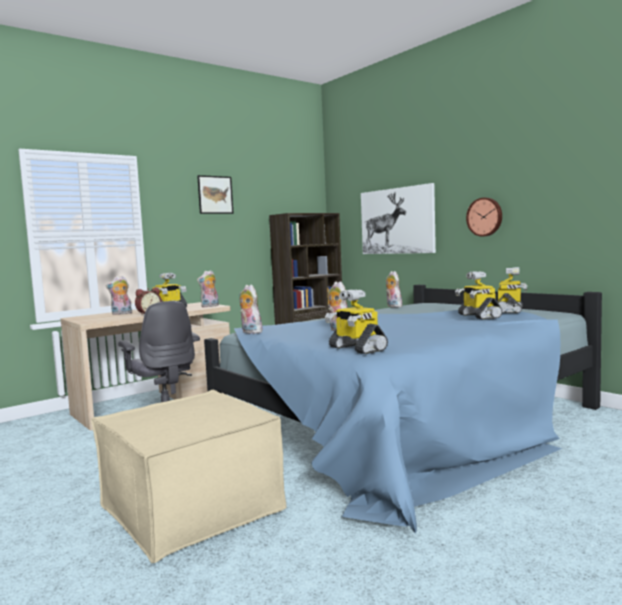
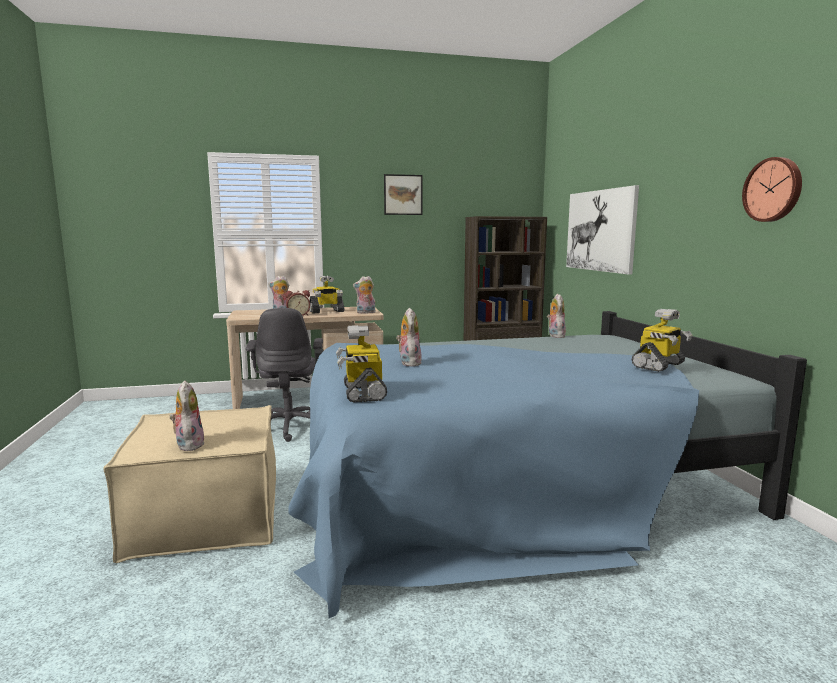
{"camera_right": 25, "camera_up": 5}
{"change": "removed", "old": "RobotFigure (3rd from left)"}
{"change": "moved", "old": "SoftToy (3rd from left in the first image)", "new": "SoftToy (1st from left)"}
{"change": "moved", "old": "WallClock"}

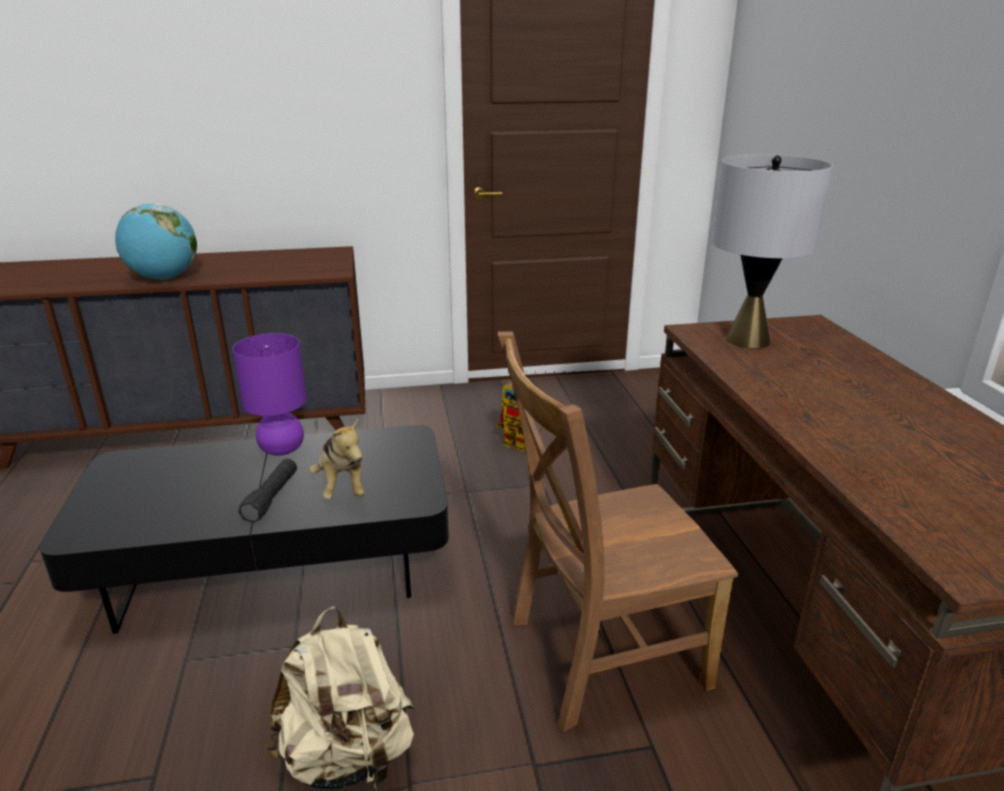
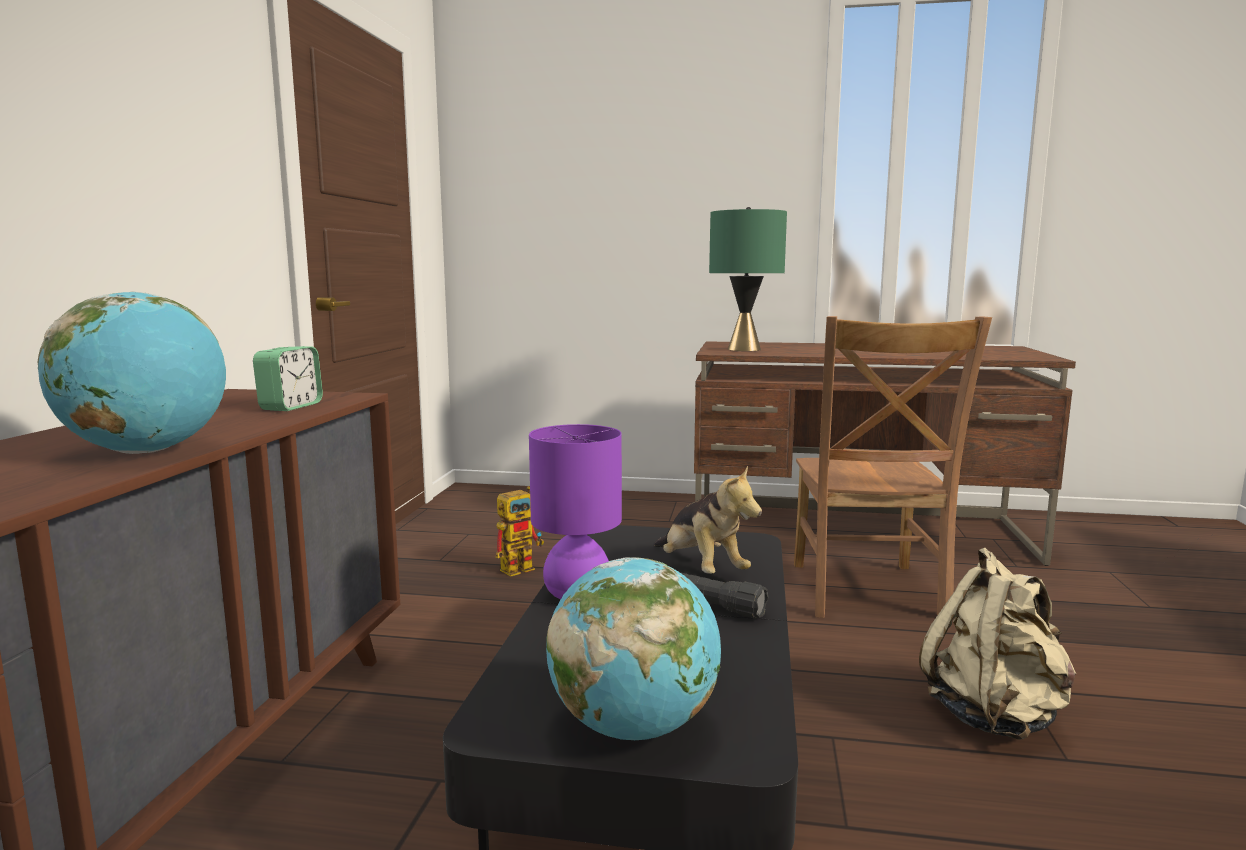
{"camera_right": -70, "camera_up": -15}
{"change": "added", "new": "BedsideClock"}
{"change": "added", "new": "WorldGlobe (2nd from left)"}
{"change": "recoloured", "old": "GreyTabletopLamp", "new": "GreenTabletopLamp"}
{"change": "turned", "old": "SoftToy", "degrees": 60}

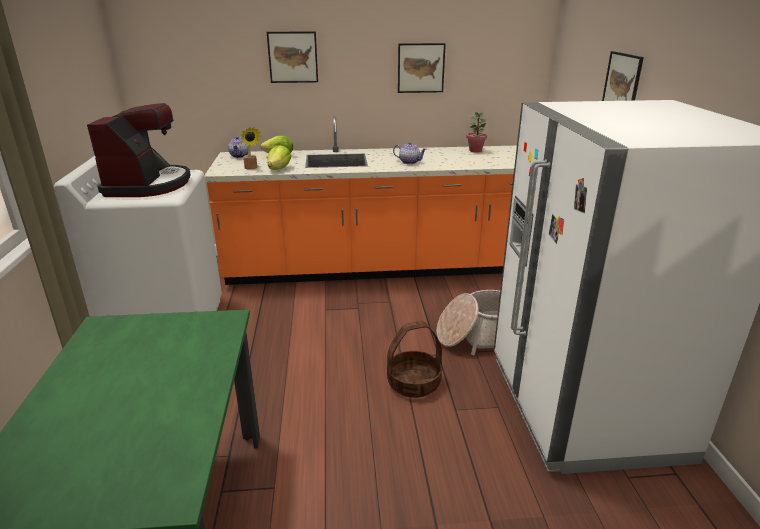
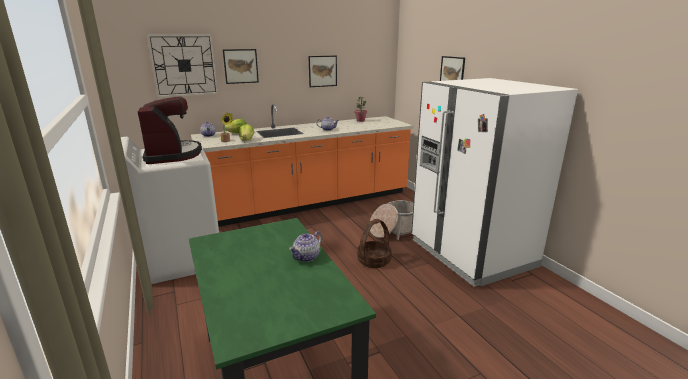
{"camera_right": -20, "camera_up": -5}
{"change": "added", "new": "WallClock"}
{"change": "added", "new": "TeaPot (2nd from left)"}

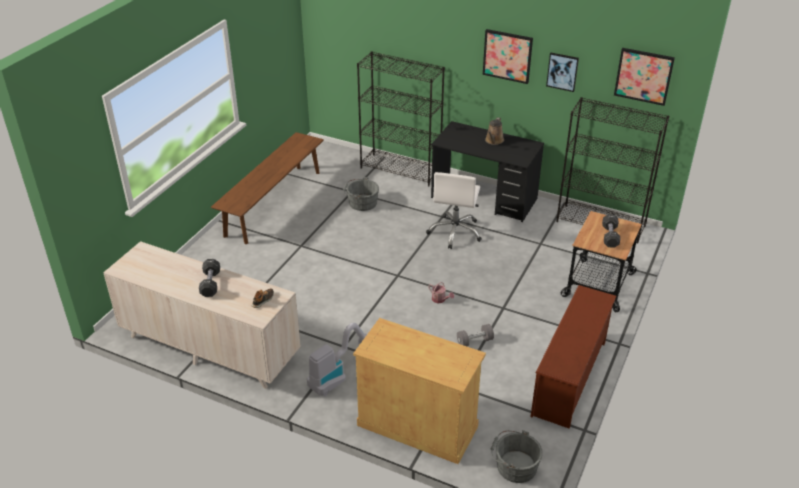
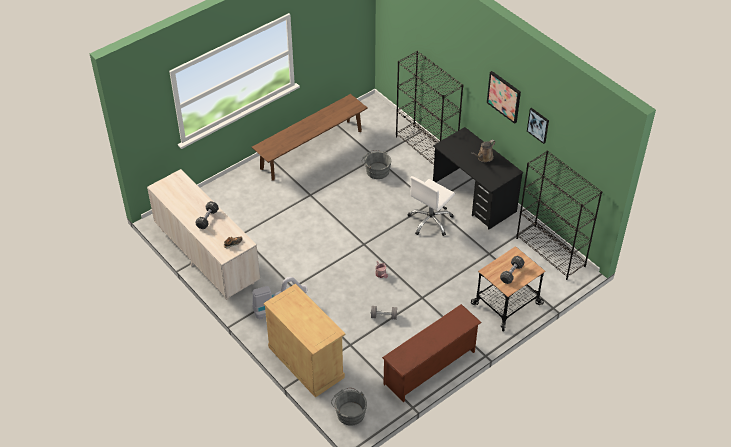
{"camera_right": 25, "camera_up": 10}
{"change": "removed", "old": "Picture (3rd from left)"}

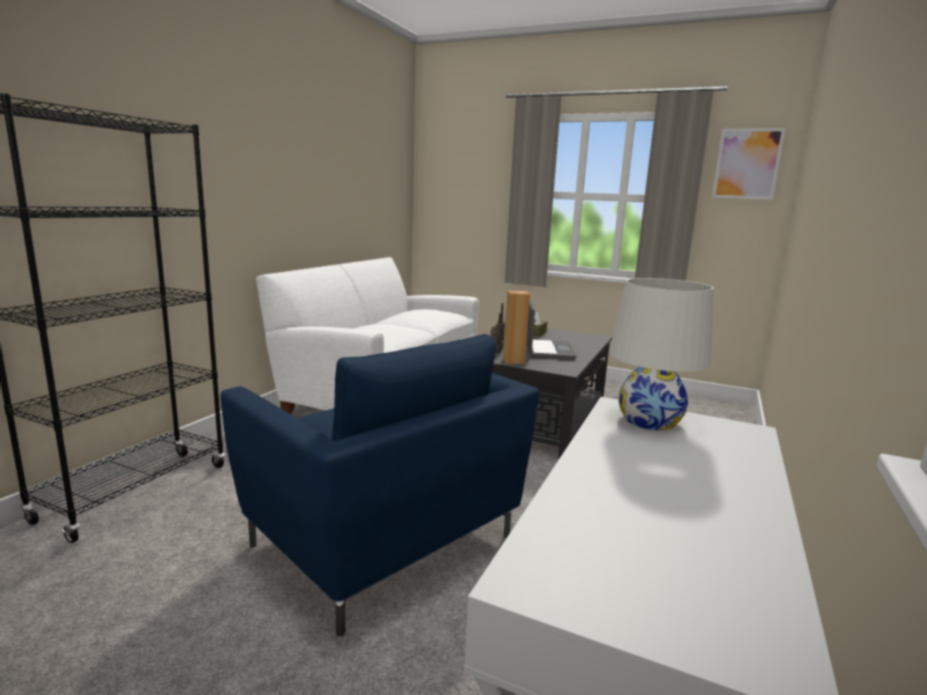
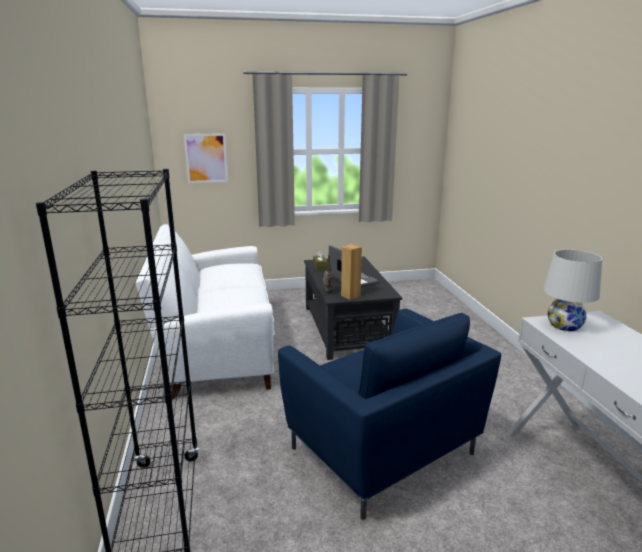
{"camera_right": -35, "camera_up": 5}
{"change": "moved", "old": "Picture"}
{"change": "turned", "old": "BlueColouredArmchair", "degrees": 45}

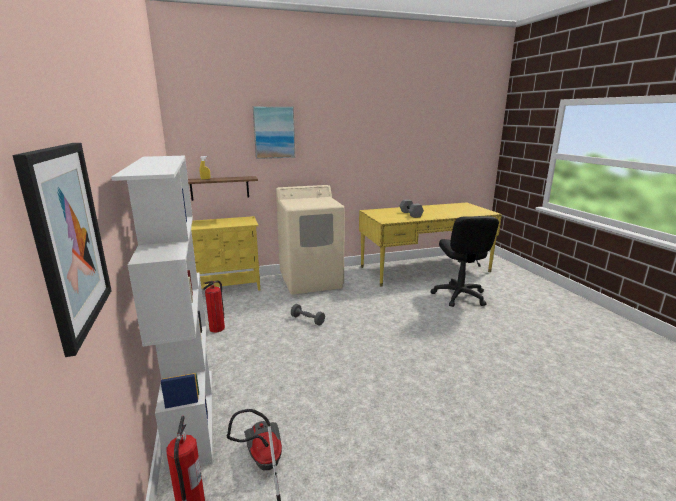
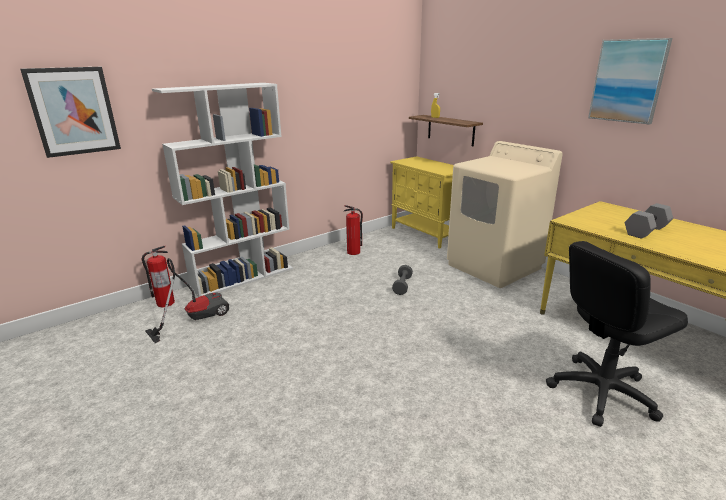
{"camera_right": 70, "camera_up": 5}
{"change": "moved", "old": "Picture (2nd from left)"}

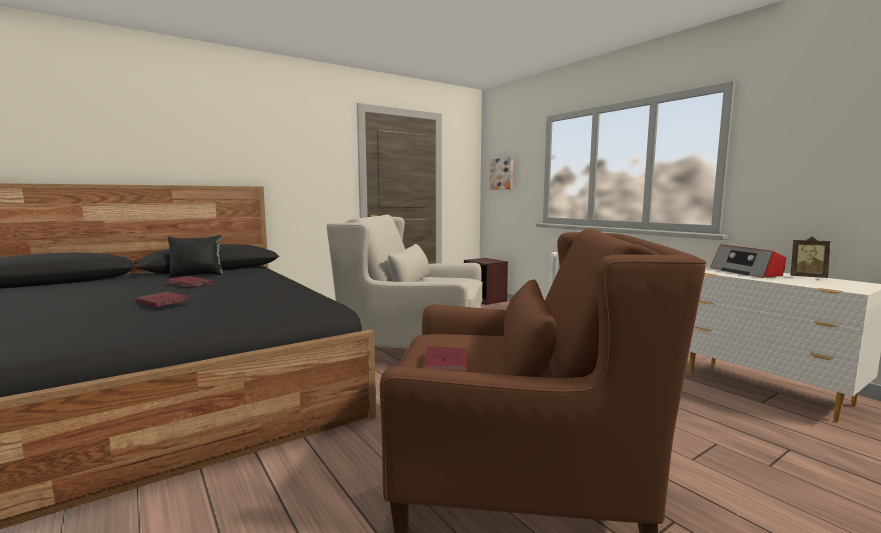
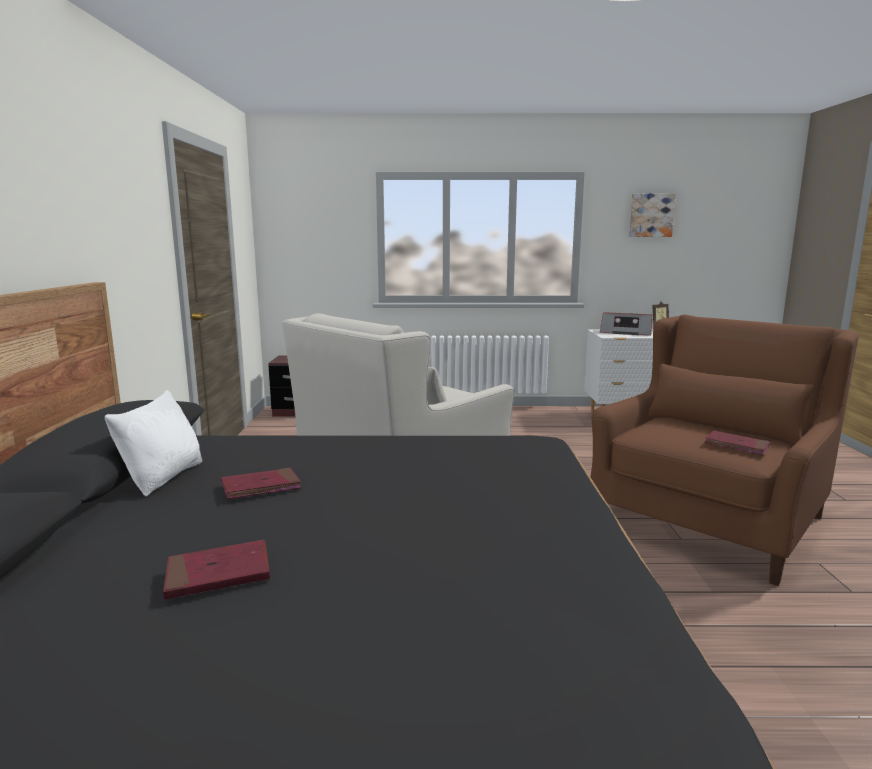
{"camera_right": -55, "camera_up": 5}
{"change": "moved", "old": "RedVolume (1st from left)"}
{"change": "moved", "old": "Picture"}
{"change": "recoloured", "old": "BlackColouredThrowPillow", "new": "WhiteColouredThrowPillow"}

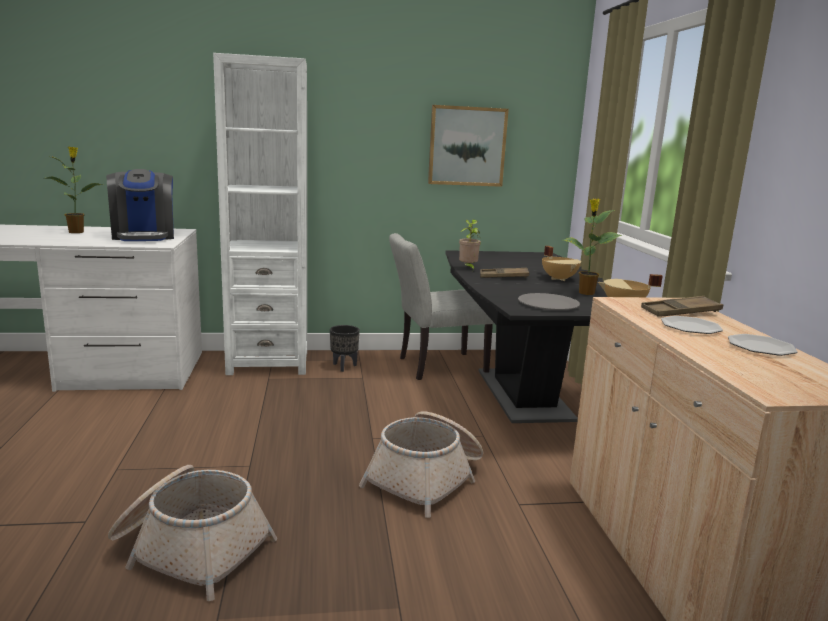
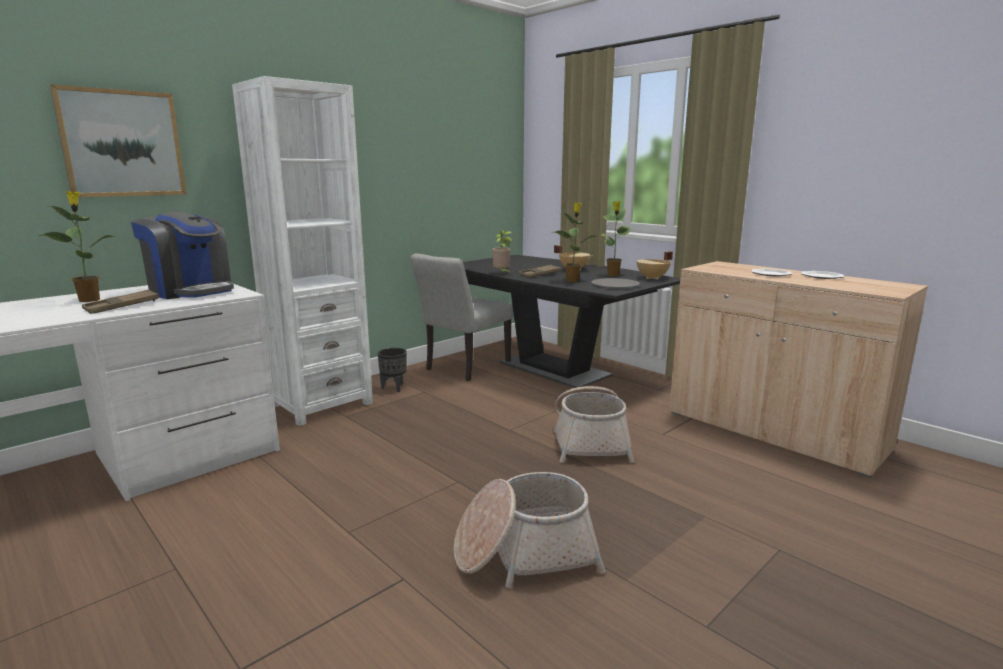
{"camera_right": -35, "camera_up": 0}
{"change": "added", "new": "PlantInAPot (3rd from left)"}
{"change": "moved", "old": "Picture"}
{"change": "moved", "old": "BrownServingTray (2nd from left in the first image)", "new": "BrownServingTray (1st from left)"}

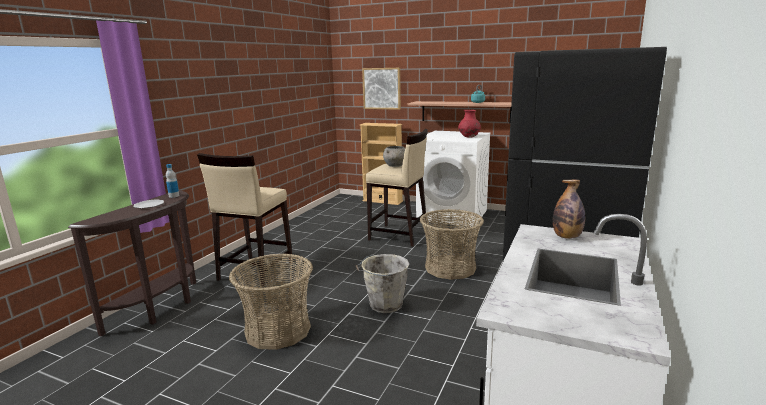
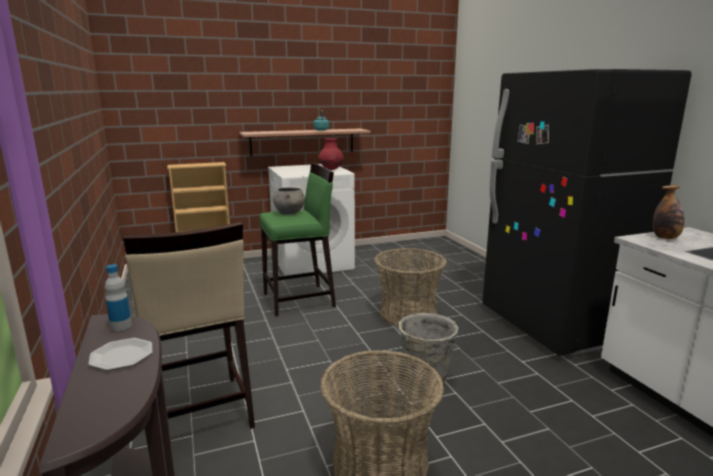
{"camera_right": -45, "camera_up": 0}
{"change": "removed", "old": "Picture"}
{"change": "recoloured", "old": "BeigeColouredSittingStool (2nd from left)", "new": "GreenSittingStool"}

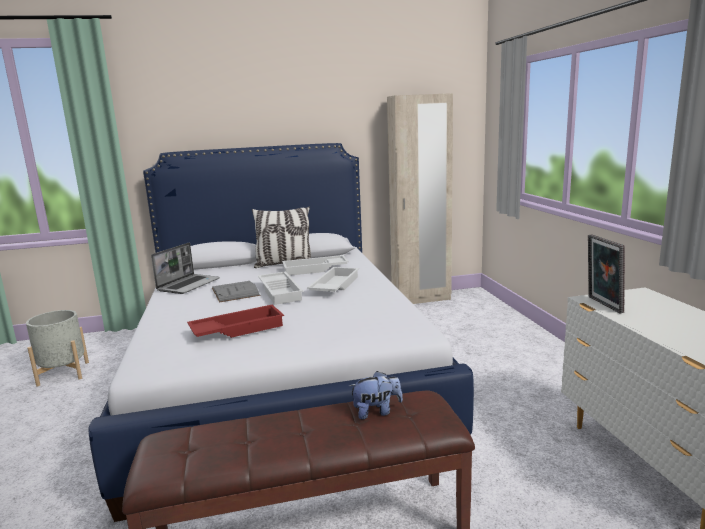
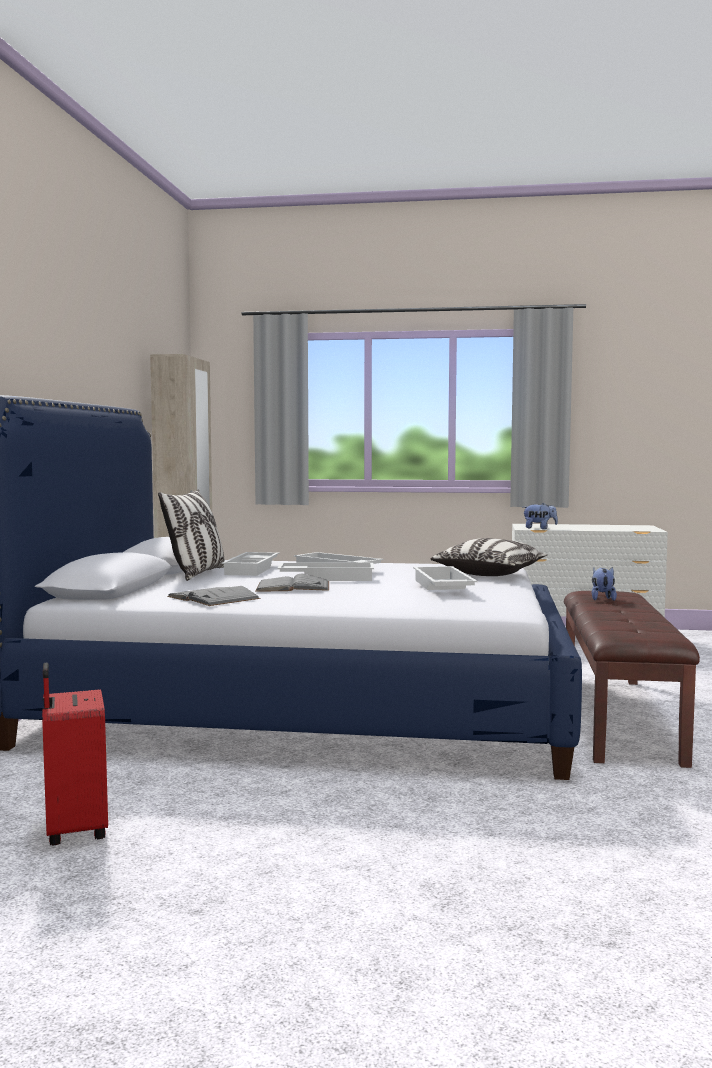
{"camera_right": -70, "camera_up": -10}
{"change": "added", "new": "ThrowPillow (2nd from left)"}
{"change": "replaced", "old": "GreyPlantPot", "new": "RedPieceOfLuggage"}
{"change": "replaced", "old": "PortableComputer", "new": "GreyVolume (1st from left)"}
{"change": "replaced", "old": "PictureFrame", "new": "SoftToy (1st from left)"}
{"change": "recoloured", "old": "RedServingTray", "new": "WhiteColouredServingTray (4th from left)"}

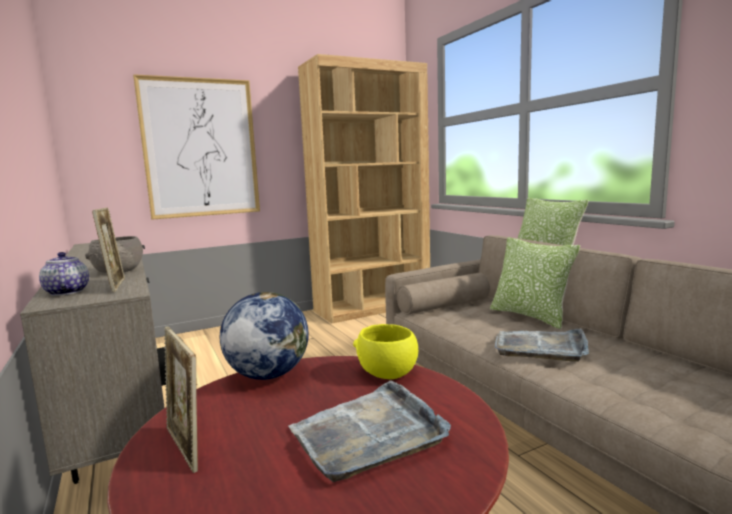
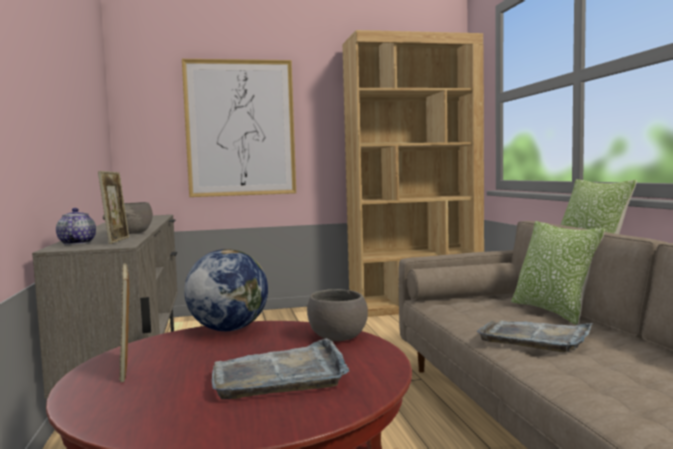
{"camera_right": 15, "camera_up": -5}
{"change": "recoloured", "old": "YellowColouredBowl", "new": "GreyBowl (2nd from left)"}

